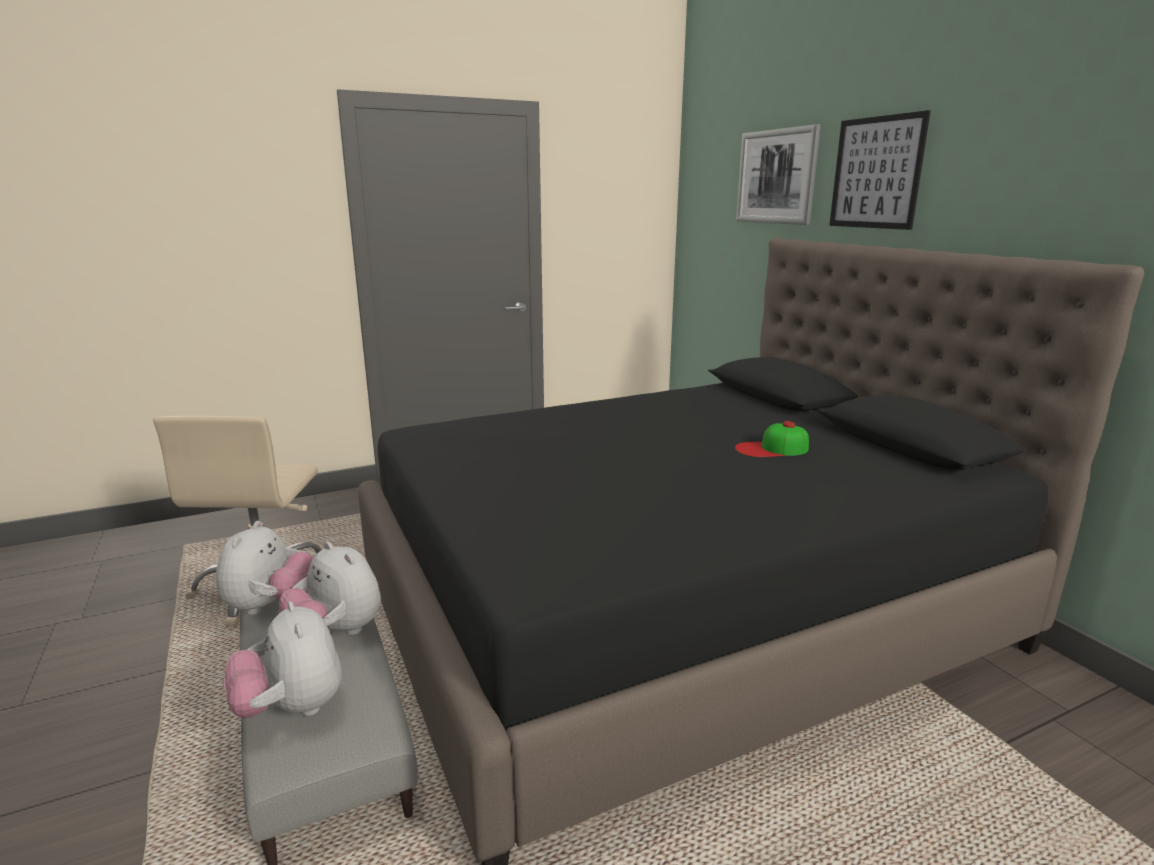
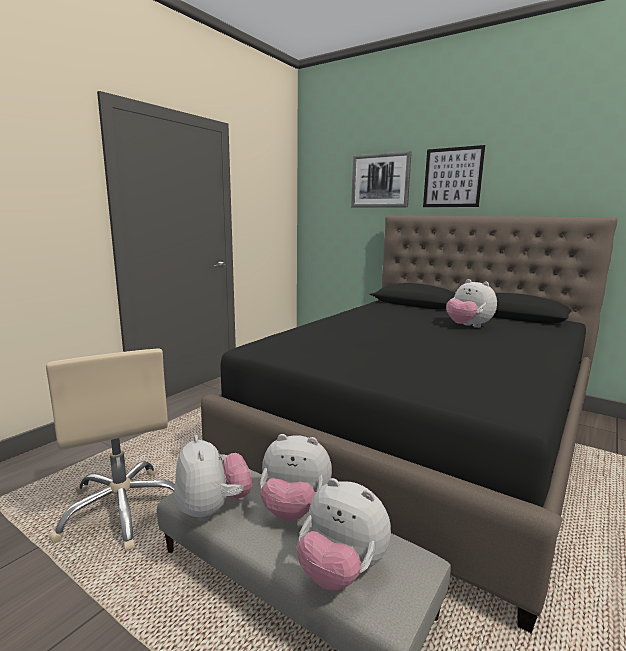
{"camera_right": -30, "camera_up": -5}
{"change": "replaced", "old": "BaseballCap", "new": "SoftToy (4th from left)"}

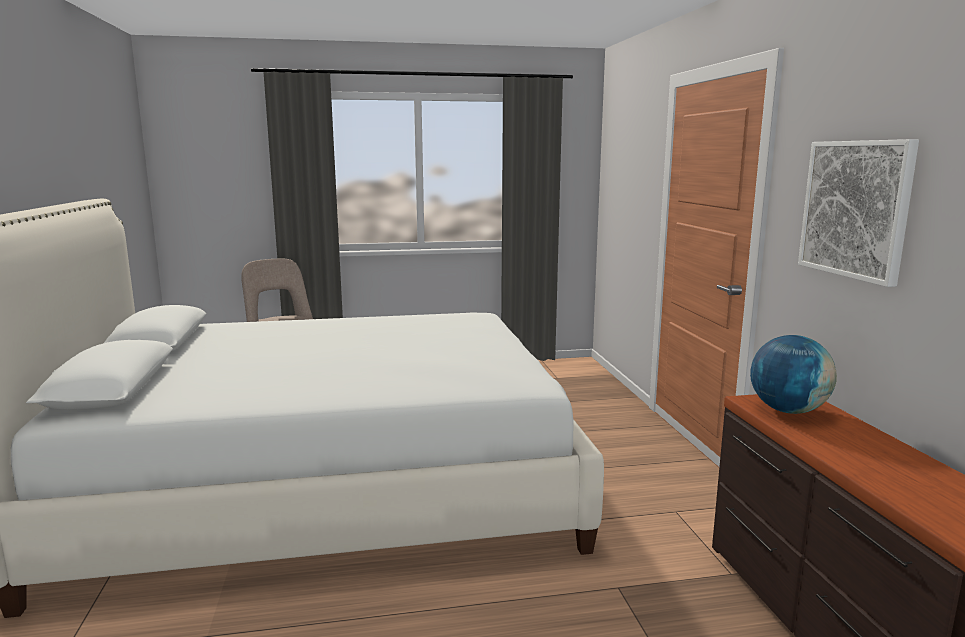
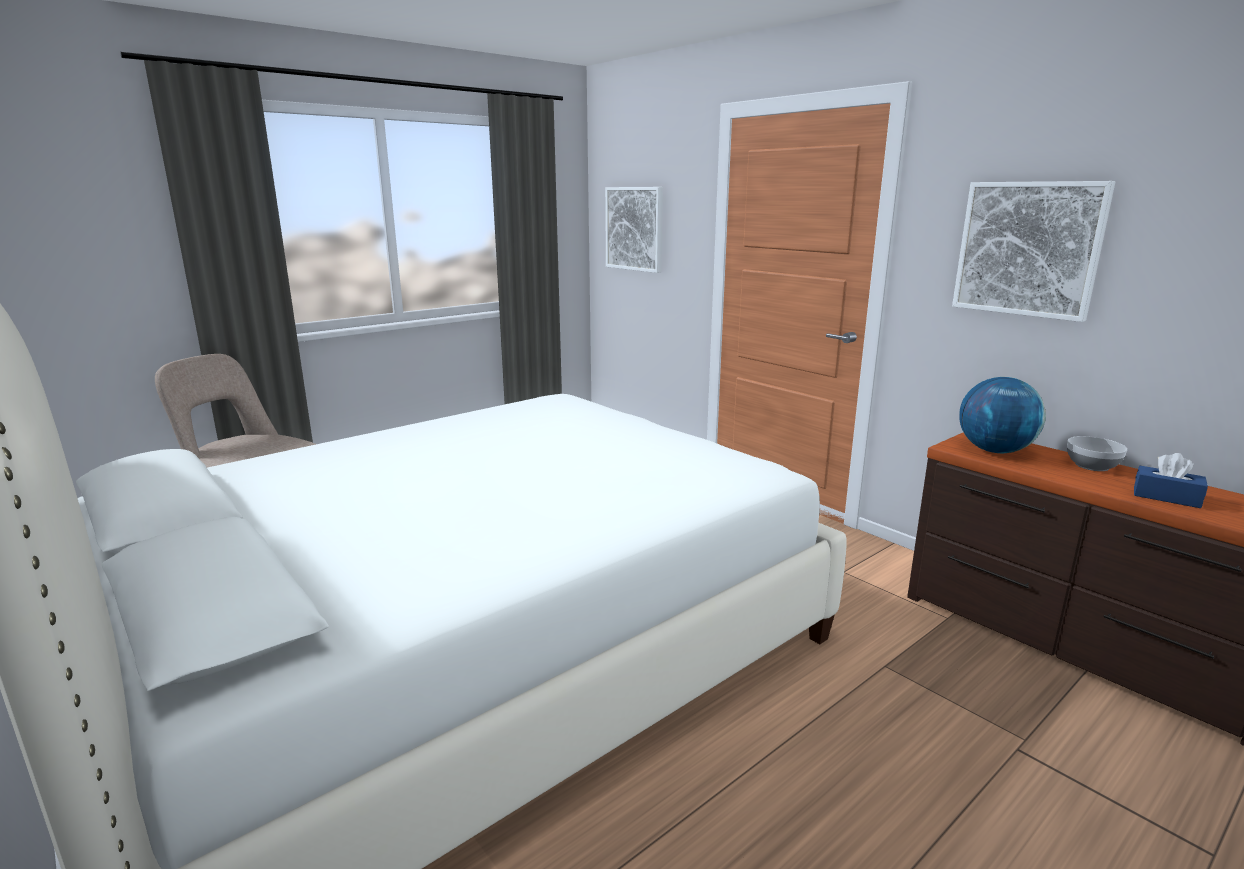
{"camera_right": -30, "camera_up": 5}
{"change": "added", "new": "Picture (1st from left)"}
{"change": "added", "new": "Bowl"}
{"change": "added", "new": "BlueColouredBoxOfTissues"}

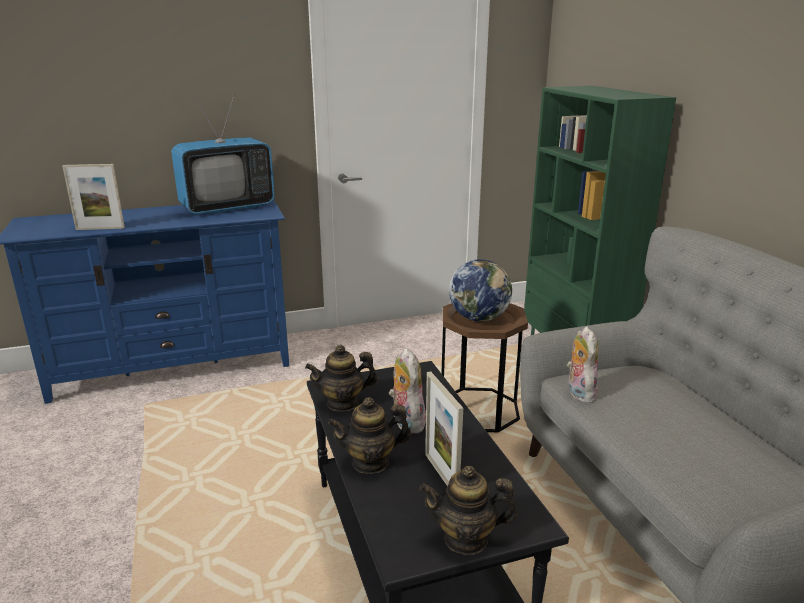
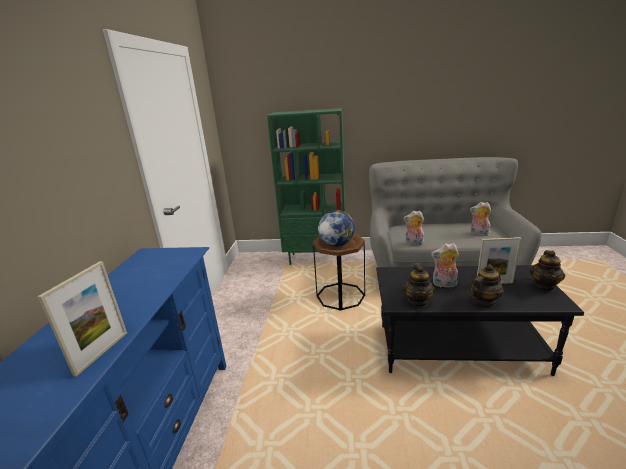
{"camera_right": -65, "camera_up": 0}
{"change": "removed", "old": "TvSet"}
{"change": "added", "new": "SoftToy (3rd from left)"}
{"change": "turned", "old": "TeaPot (2nd from left)", "degrees": -135}

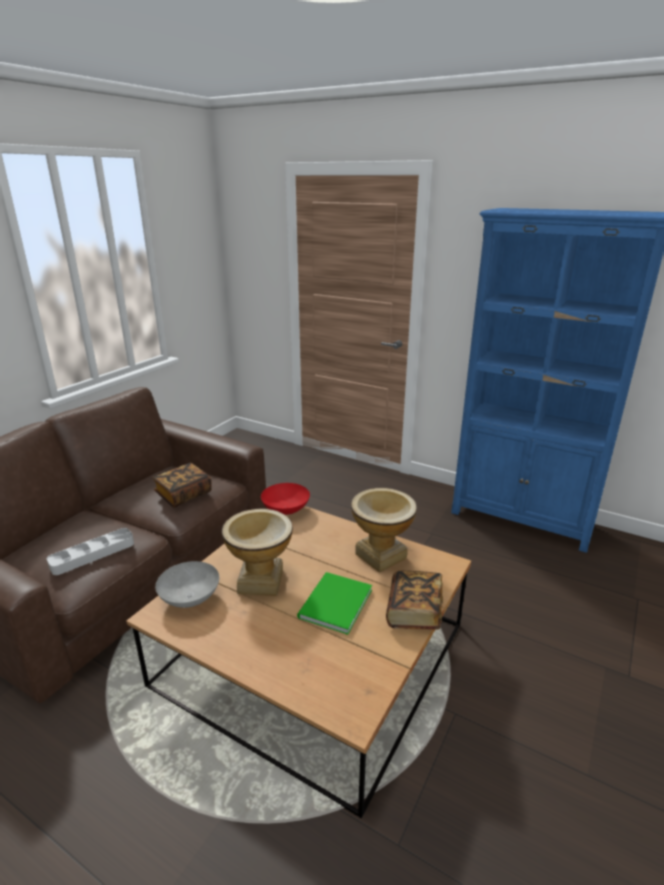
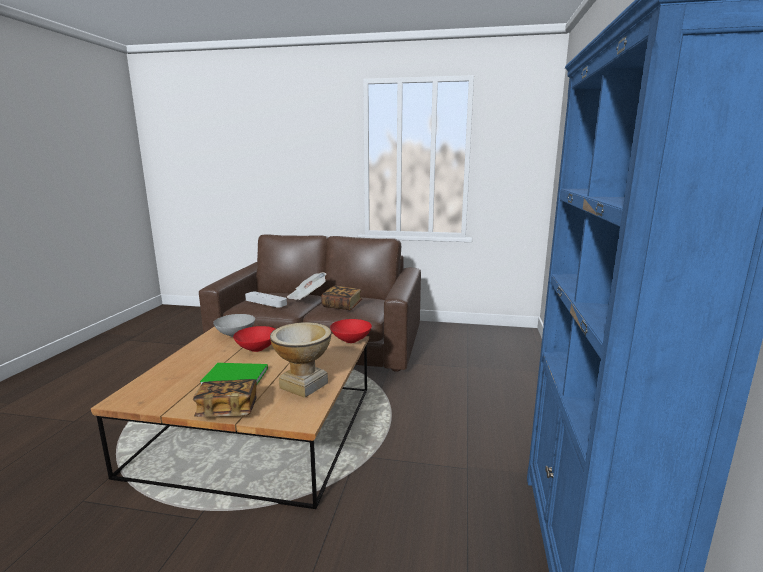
{"camera_right": 70, "camera_up": -10}
{"change": "added", "new": "DailyPaper"}
{"change": "replaced", "old": "Vase (1st from left)", "new": "RedBowl (1st from left)"}

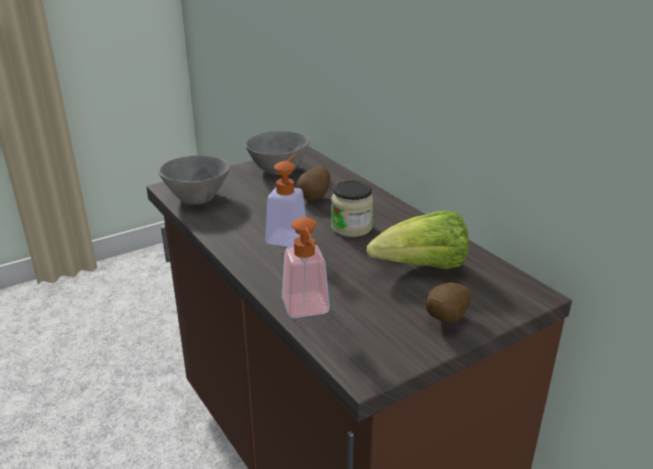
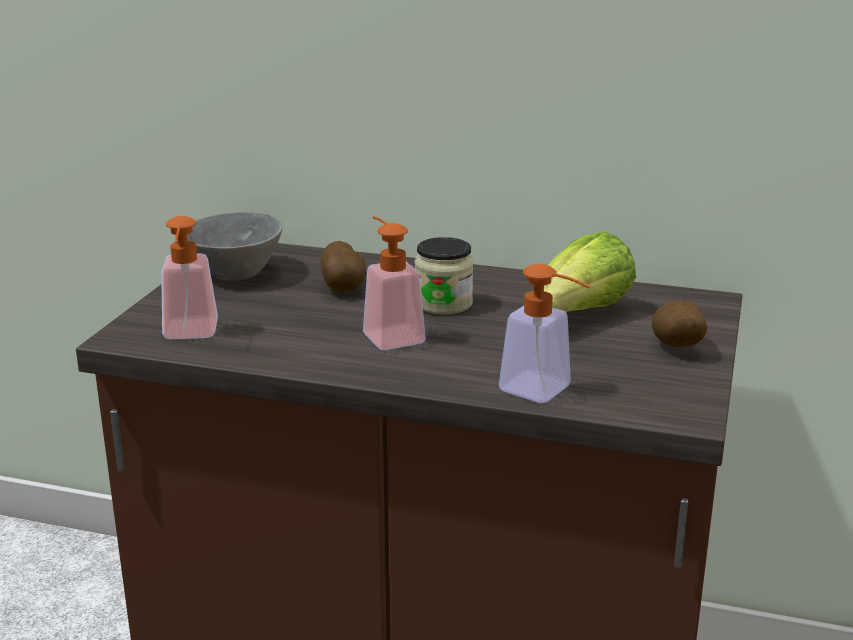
{"camera_right": -40, "camera_up": -5}
{"change": "replaced", "old": "GreyBowl (1st from left)", "new": "SoapBottle (1st from left)"}

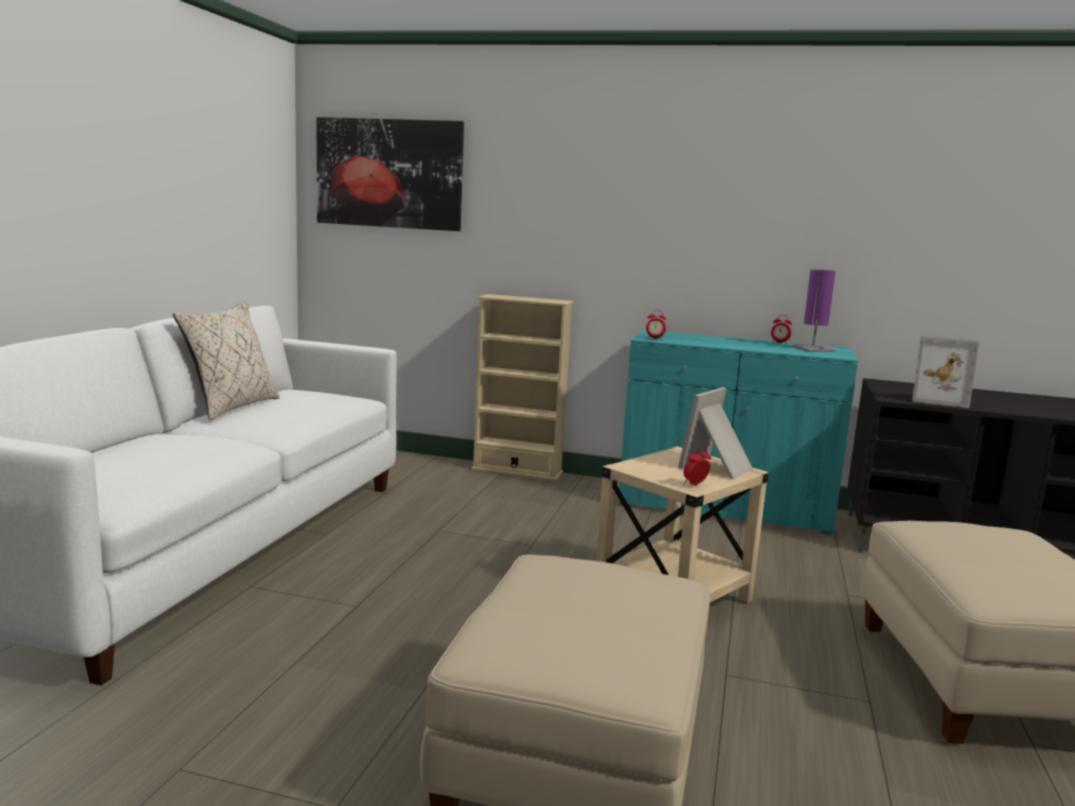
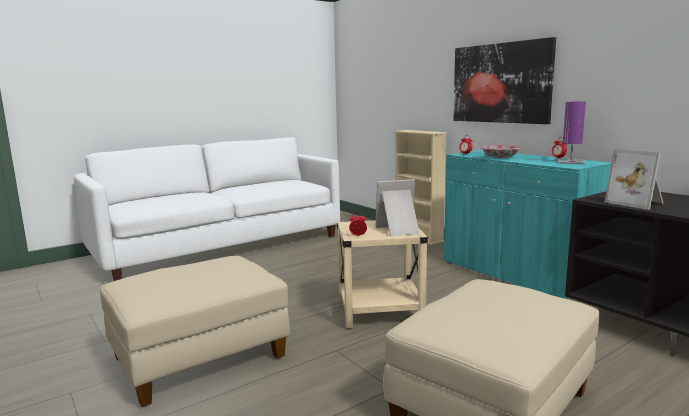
{"camera_right": 40, "camera_up": 0}
{"change": "removed", "old": "BeigeColouredThrowPillow"}
{"change": "added", "new": "Bowl"}
{"change": "moved", "old": "Picture"}

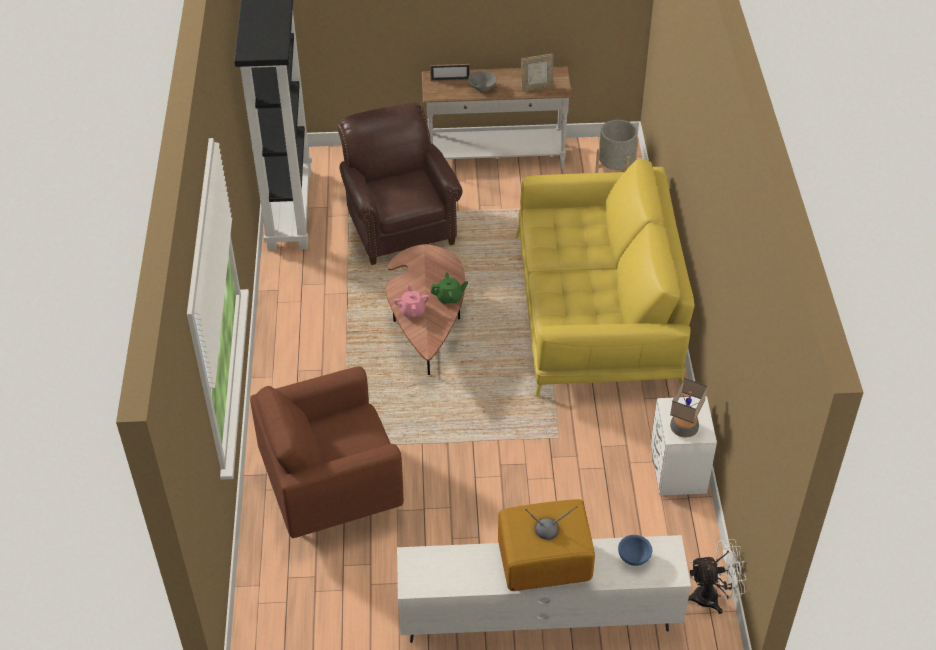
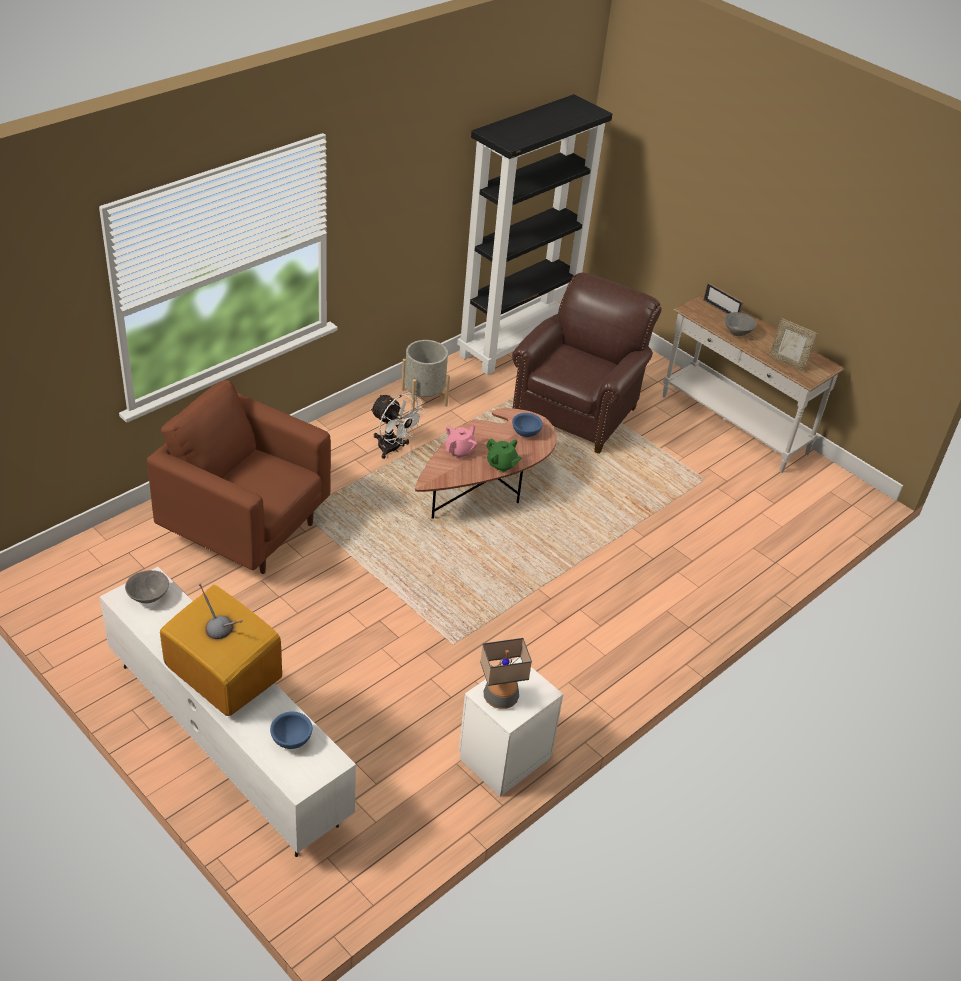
{"camera_right": 45, "camera_up": -5}
{"change": "removed", "old": "YellowColouredSettee"}
{"change": "added", "new": "GreyBowl (1st from left)"}
{"change": "added", "new": "BlueColouredBowl (2nd from left)"}
{"change": "moved", "old": "GreyPlantPot"}
{"change": "moved", "old": "WhiteColouredFan"}

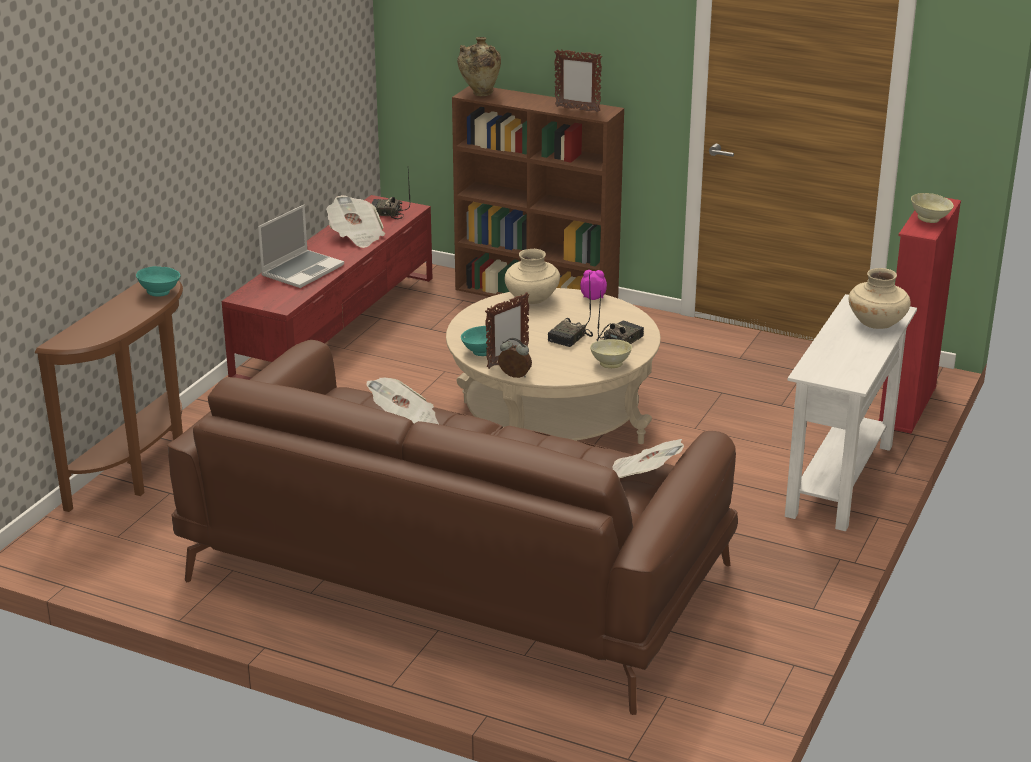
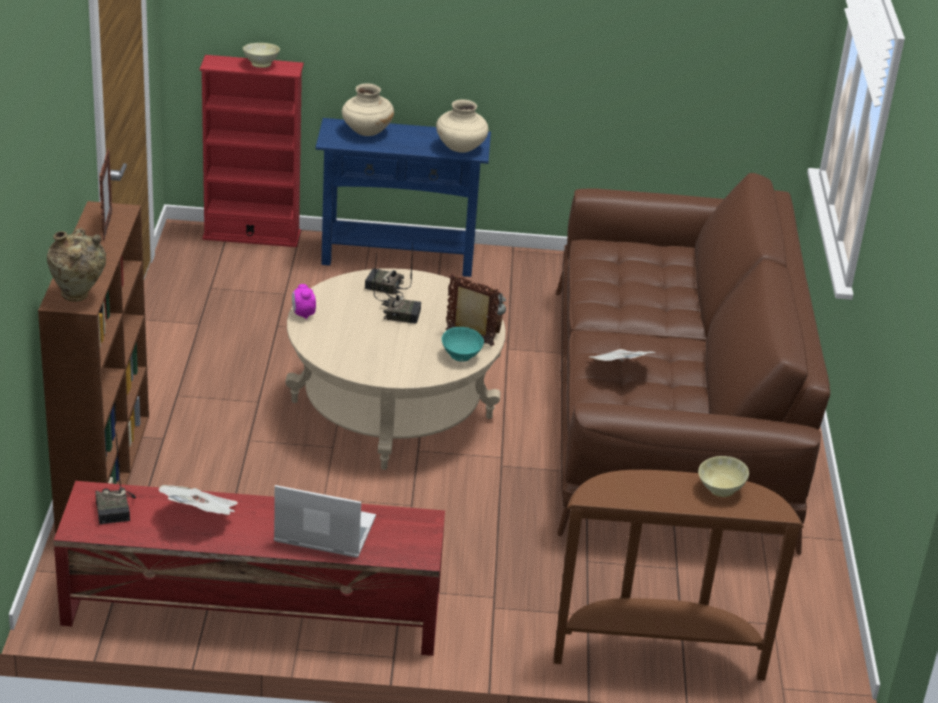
{"camera_right": -115, "camera_up": 5}
{"change": "removed", "old": "BlueGreenBowl (1st from left)"}
{"change": "removed", "old": "DailyPaper (3rd from left)"}
{"change": "moved", "old": "BeigeColouredVase (2nd from left in the first image)", "new": "BeigeColouredVase (3rd from left)"}
{"change": "moved", "old": "BeigeColouredBowl (1st from left in the first image)", "new": "BeigeColouredBowl (2nd from left)"}
{"change": "recoloured", "old": "WhiteColouredConsoleTable", "new": "BlueColouredConsoleTable"}

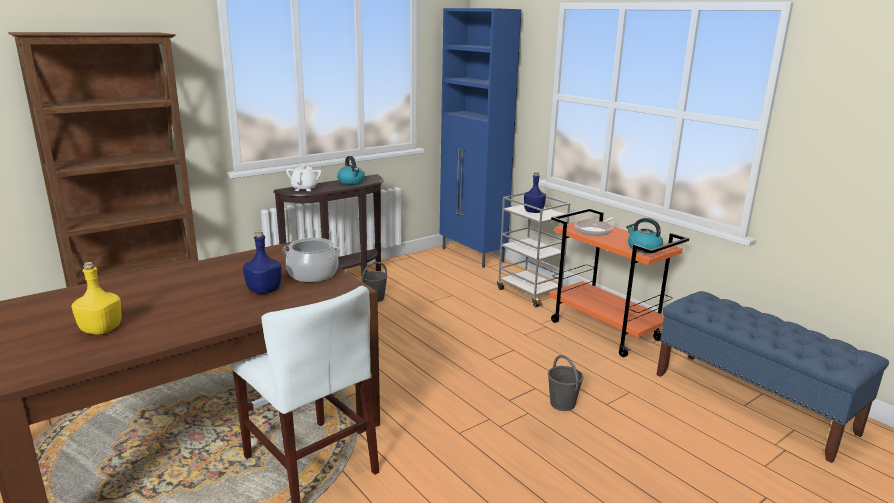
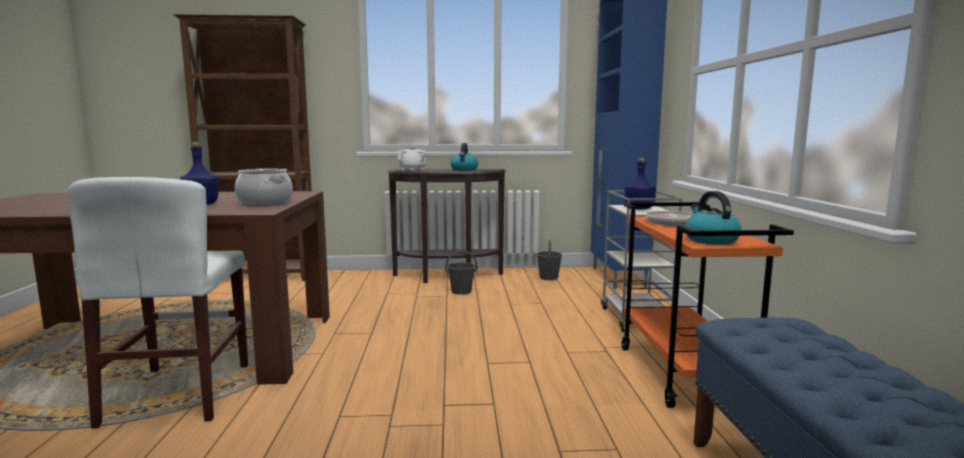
{"camera_right": 35, "camera_up": -10}
{"change": "removed", "old": "YellowColouredBeverageBottle"}
{"change": "moved", "old": "GreyBucket (2nd from left)"}

